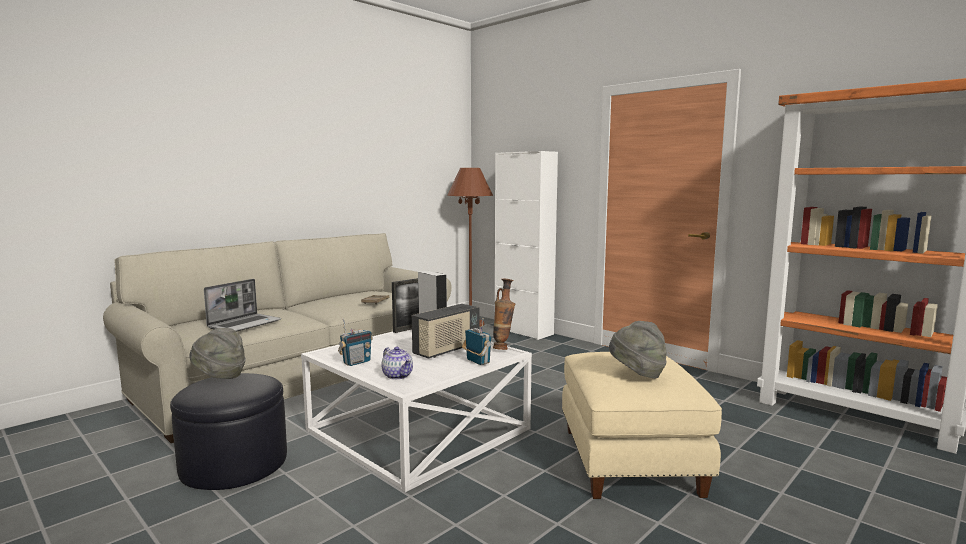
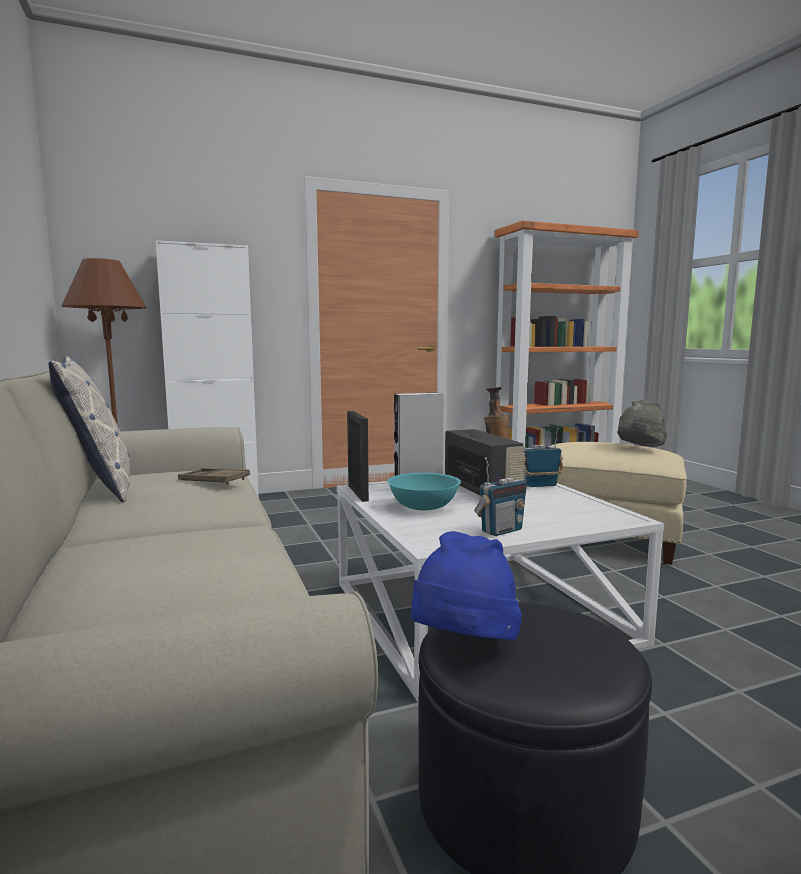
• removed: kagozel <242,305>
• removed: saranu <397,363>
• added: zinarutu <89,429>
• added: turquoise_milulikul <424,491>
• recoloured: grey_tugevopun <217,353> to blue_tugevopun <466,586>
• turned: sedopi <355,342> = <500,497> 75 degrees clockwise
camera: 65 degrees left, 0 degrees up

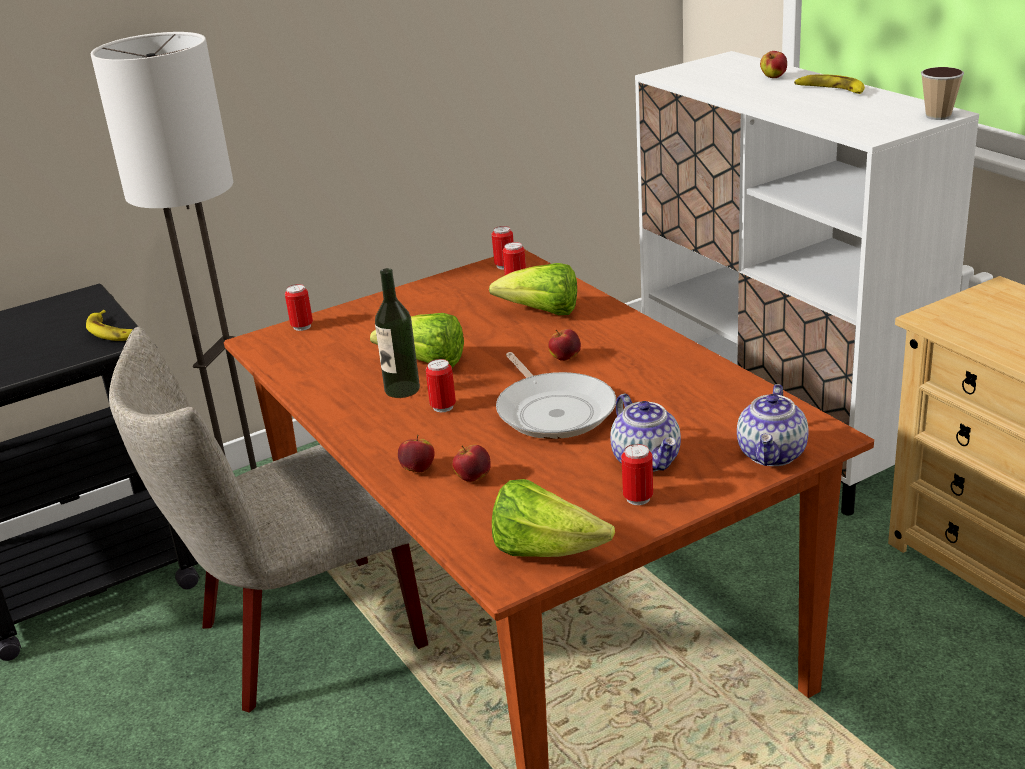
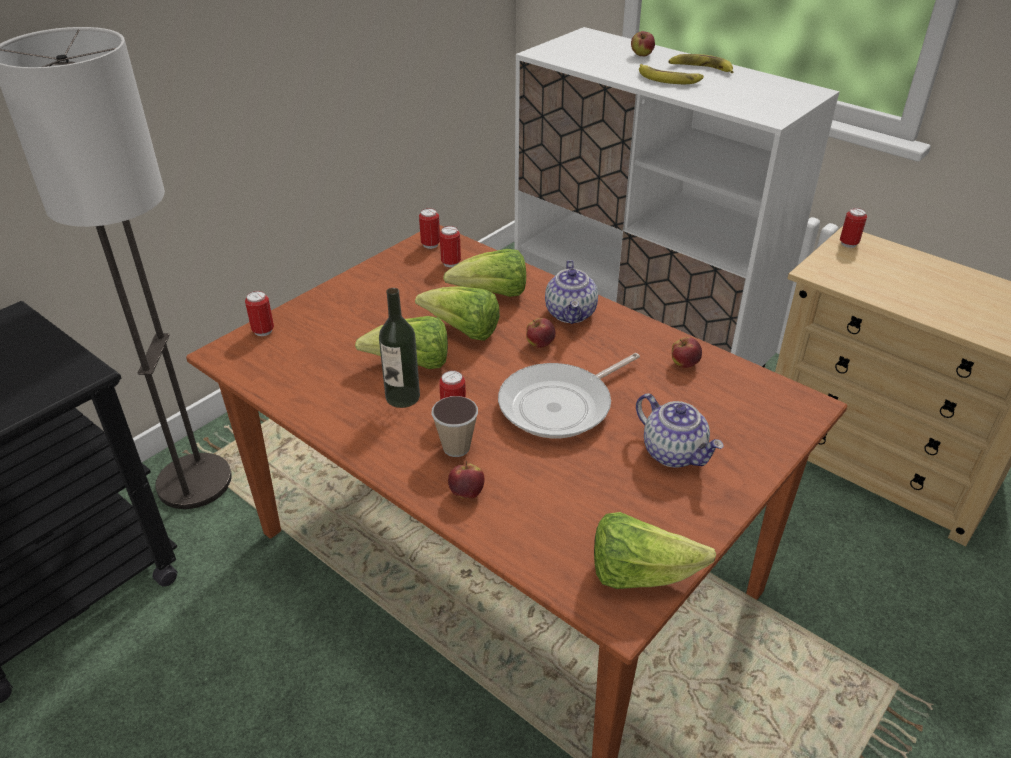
• removed: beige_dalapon <268,520>
• added: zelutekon <457,313>
• moved: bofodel <109,325> to <671,74>
• moved: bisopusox <471,463> to <687,352>
• moved: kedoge <637,474> to <853,228>
• moved: saranu <773,425> to <571,292>
• moved: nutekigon <942,93> to <454,426>
• turned: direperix <556,395> = <569,395> 90 degrees clockwise
camera: 20 degrees left, 10 degrees up

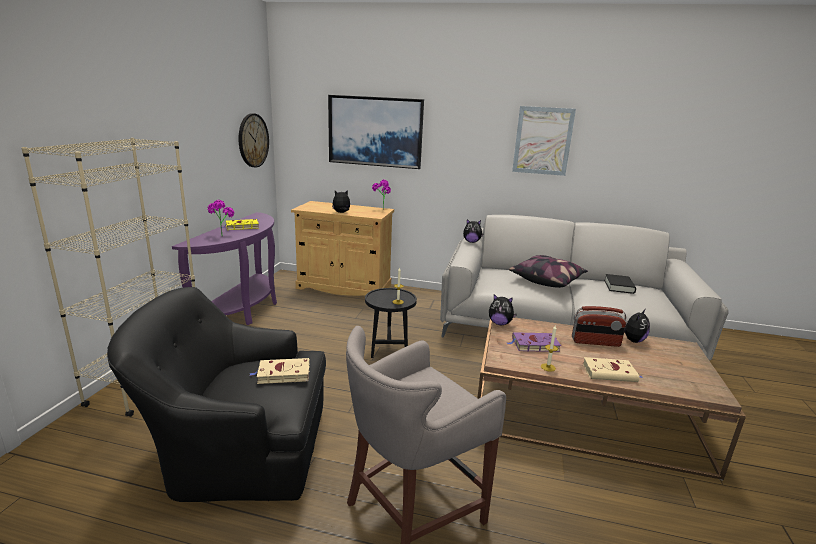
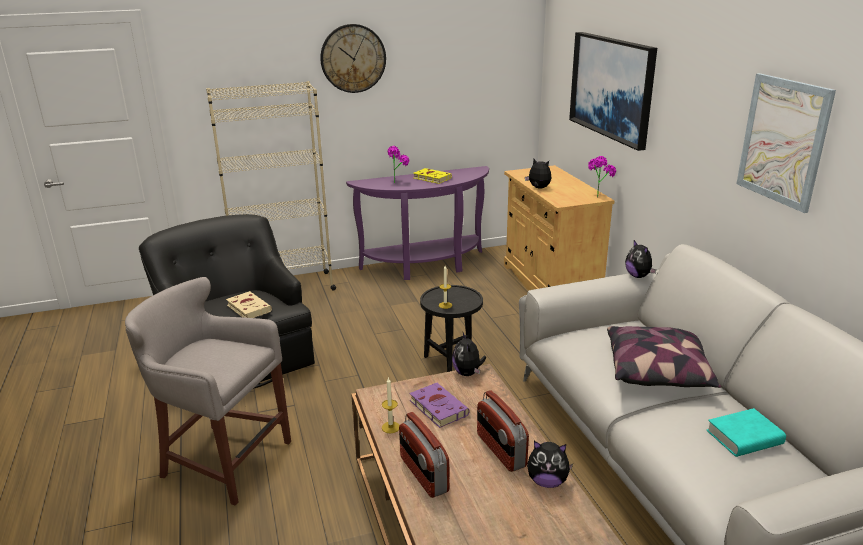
• moved: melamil <254,140> to <353,58>
• replaced: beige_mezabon <613,369> to sedopi <424,455>
• recoloured: black_mezabon <620,284> to turquoise_mezabon <746,432>
camera: 60 degrees right, 5 degrees up

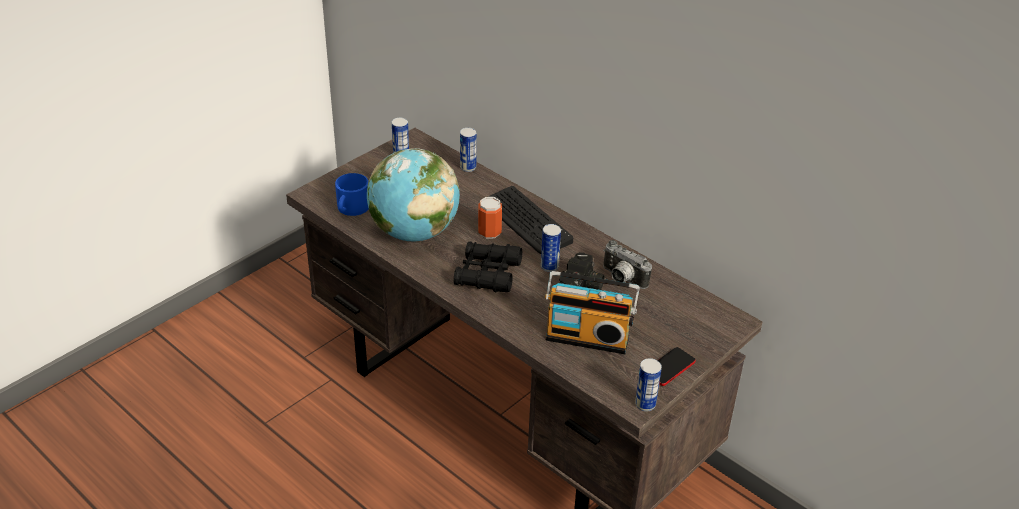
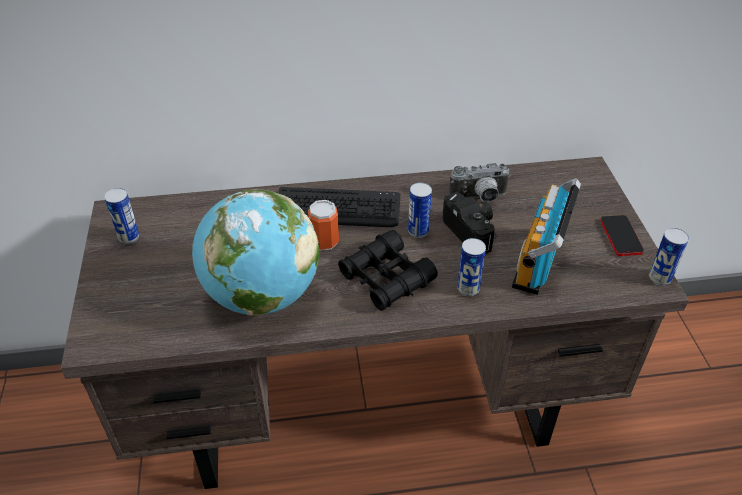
• removed: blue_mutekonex <352,194>
• moved: kedoge <468,150> to <471,267>
• turned: sedopi <592,312> = <546,236> 150 degrees clockwise
camera: 50 degrees left, 5 degrees up

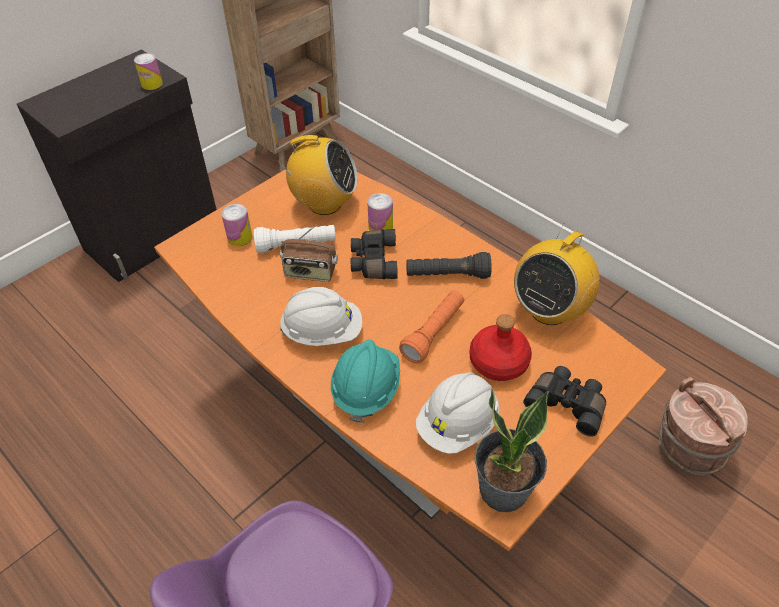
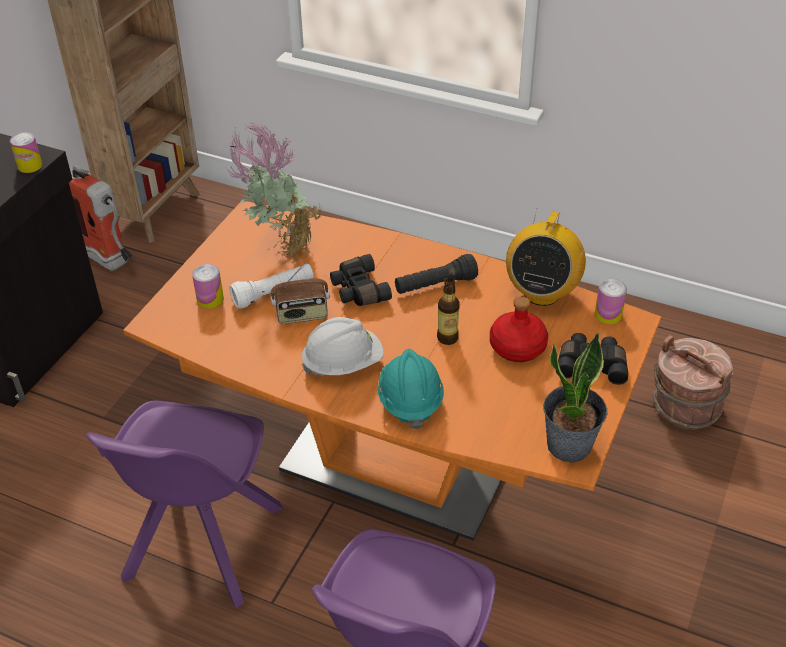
• removed: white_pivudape <457,413>
• added: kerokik <101,218>
• added: purple_dalapon <184,504>
• moved: kedoge <380,212> to <611,301>
• replaced: sedopi <317,175> to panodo <273,193>
• replaced: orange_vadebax <431,326> to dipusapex <448,311>
camera: 20 degrees left, 5 degrees down

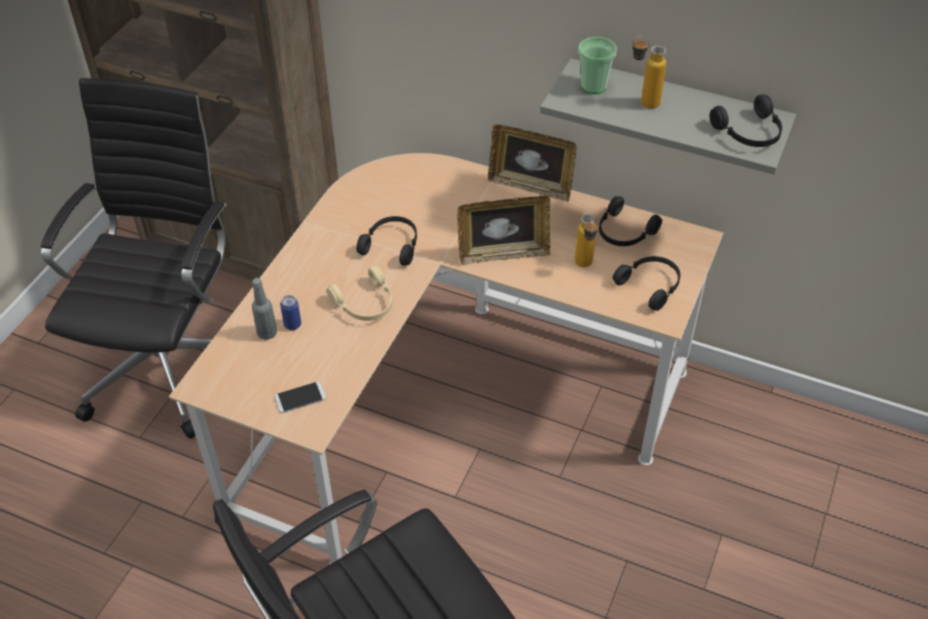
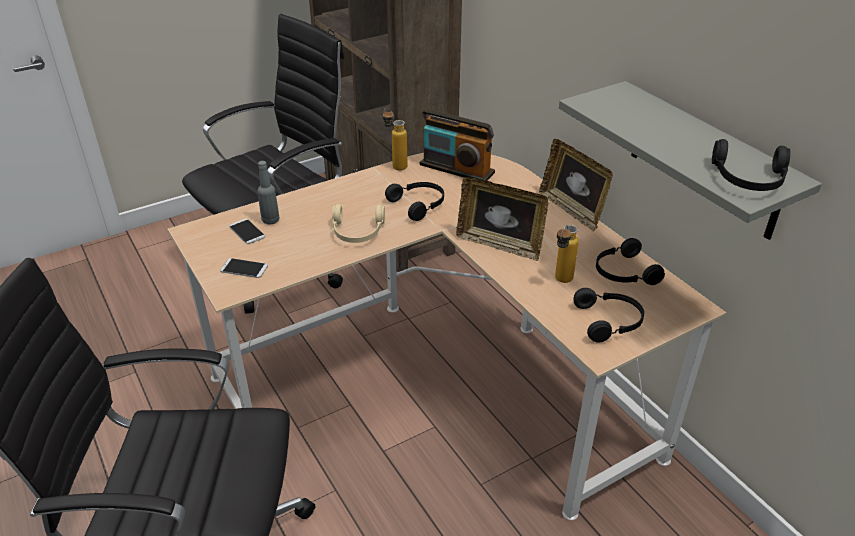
• removed: kedoge <290,312>
• removed: nutekigon <597,65>
• added: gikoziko <247,231>
• added: sedopi <457,145>
• moved: dipusapex <649,72> to <395,139>
camera: 35 degrees right, 10 degrees down

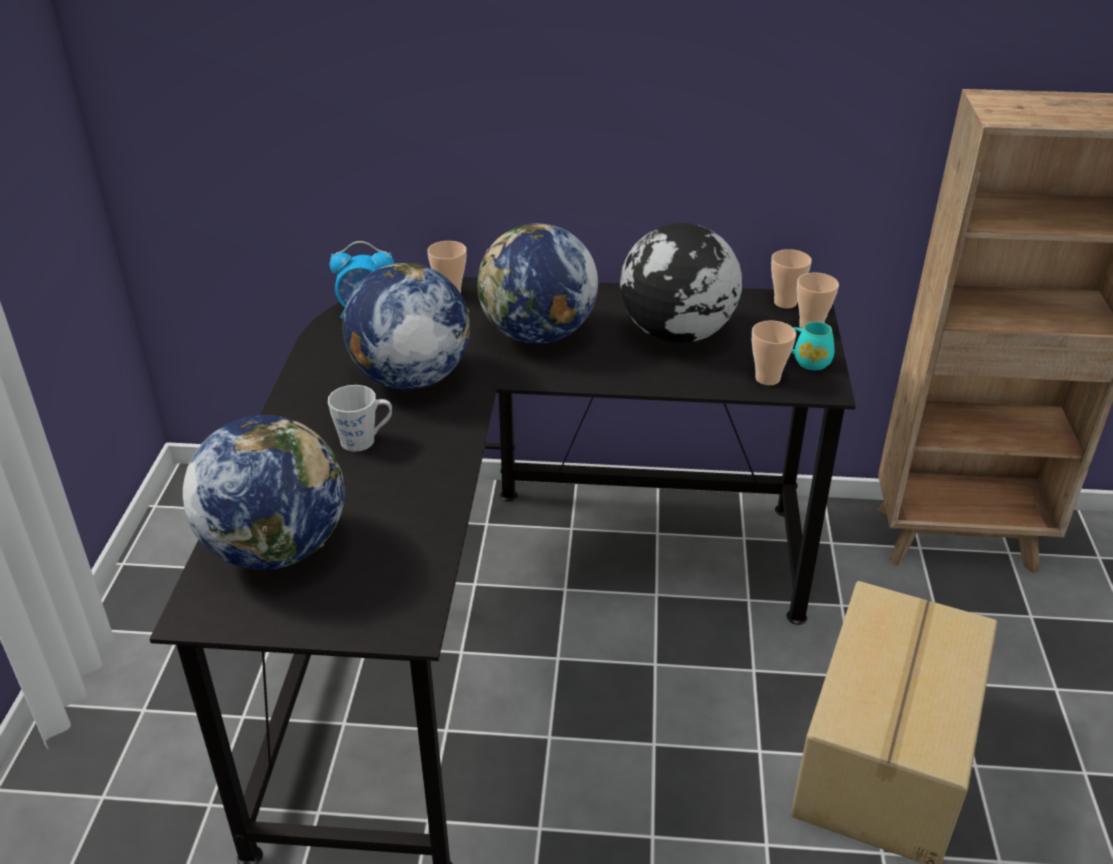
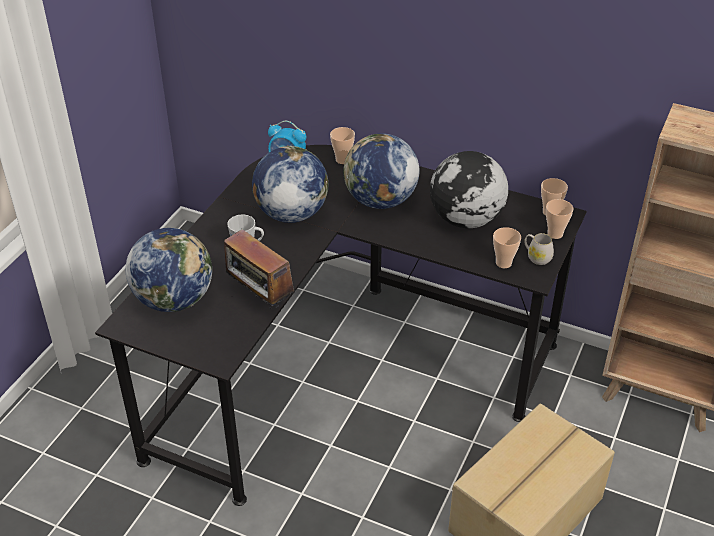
• added: sedopi <259,269>
• recoloured: turquoise_mutekonex <813,345> to white_mutekonex <539,249>
camera: 20 degrees right, 5 degrees up

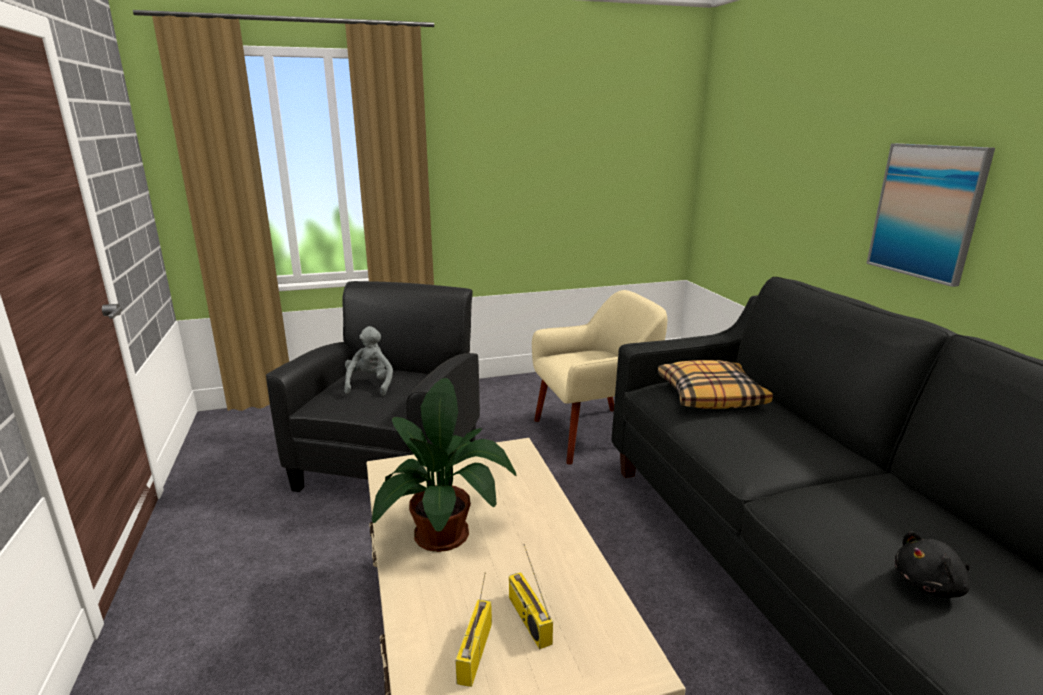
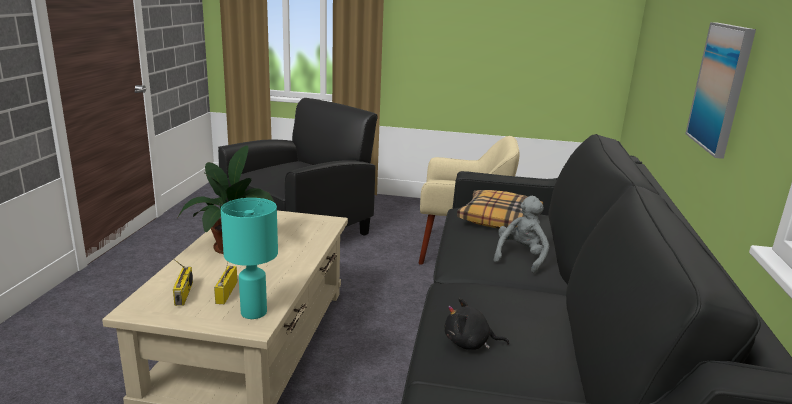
• added: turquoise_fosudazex <249,258>
• moved: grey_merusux <368,361> to <521,234>
• turned: sedopi <473,630> = <183,282> 135 degrees clockwise
camera: 25 degrees right, 0 degrees up

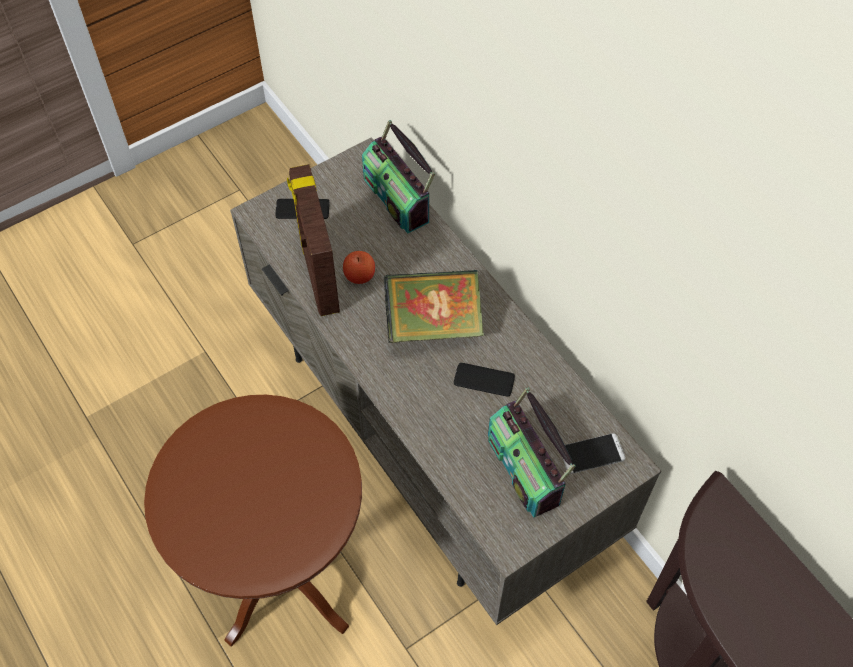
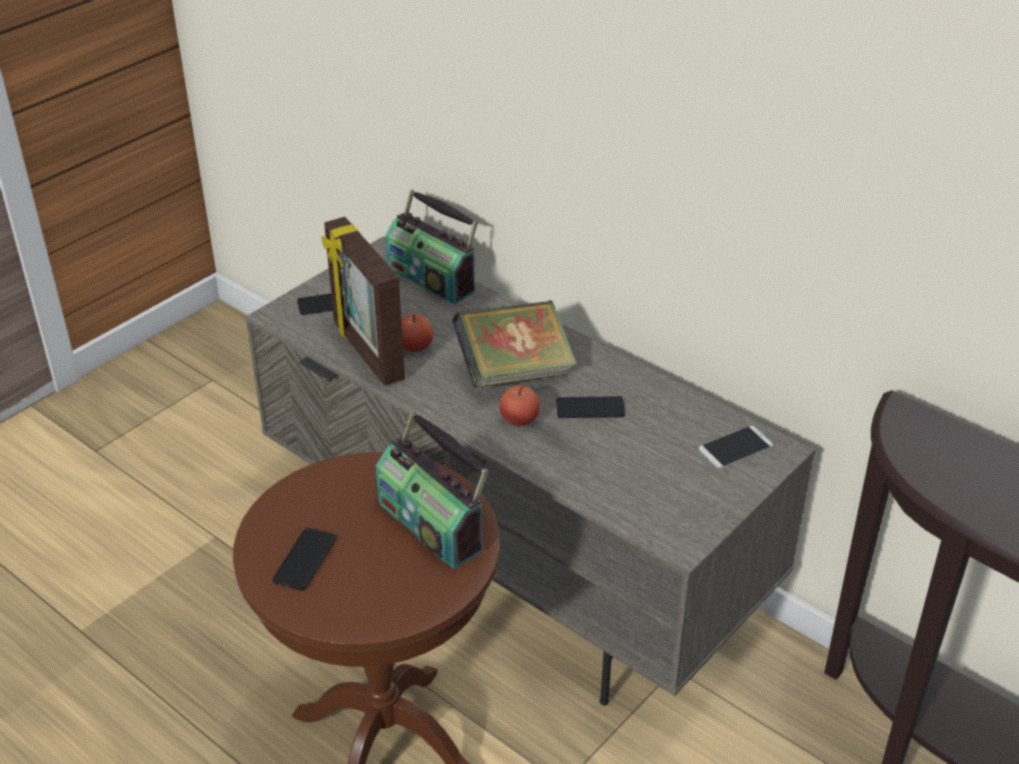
• added: gikoziko <304,559>
• added: bisopusox <519,405>
• moved: sedopi <532,452> to <432,490>
camera: 15 degrees left, 20 degrees down

